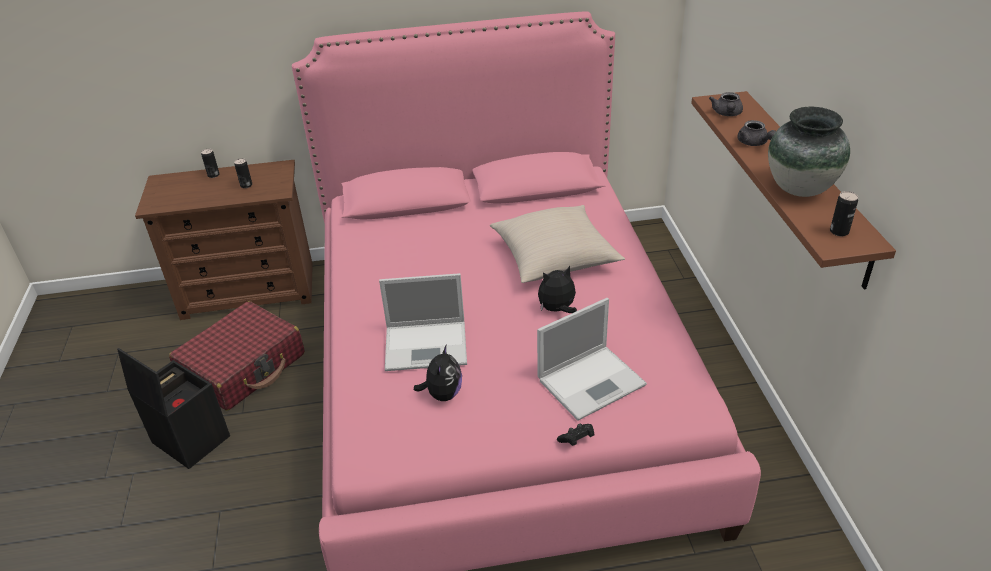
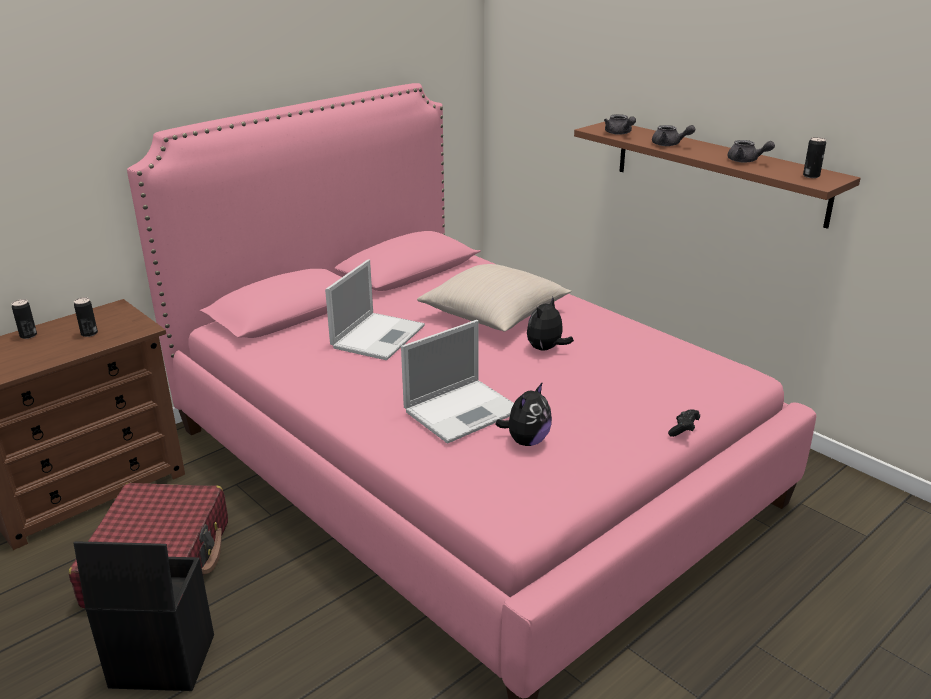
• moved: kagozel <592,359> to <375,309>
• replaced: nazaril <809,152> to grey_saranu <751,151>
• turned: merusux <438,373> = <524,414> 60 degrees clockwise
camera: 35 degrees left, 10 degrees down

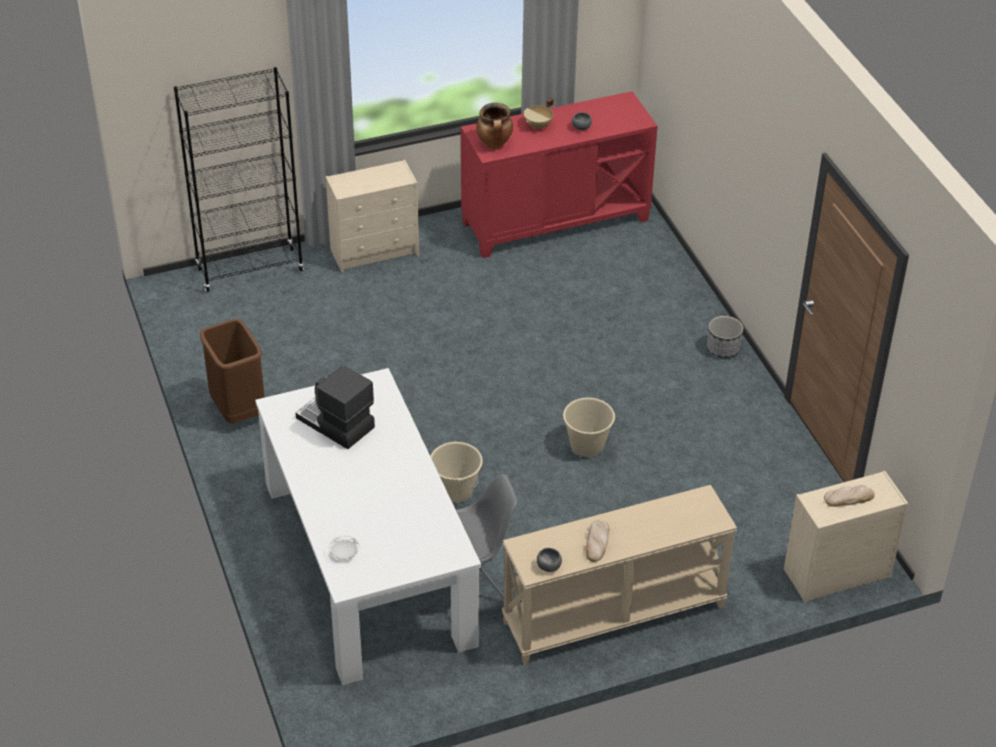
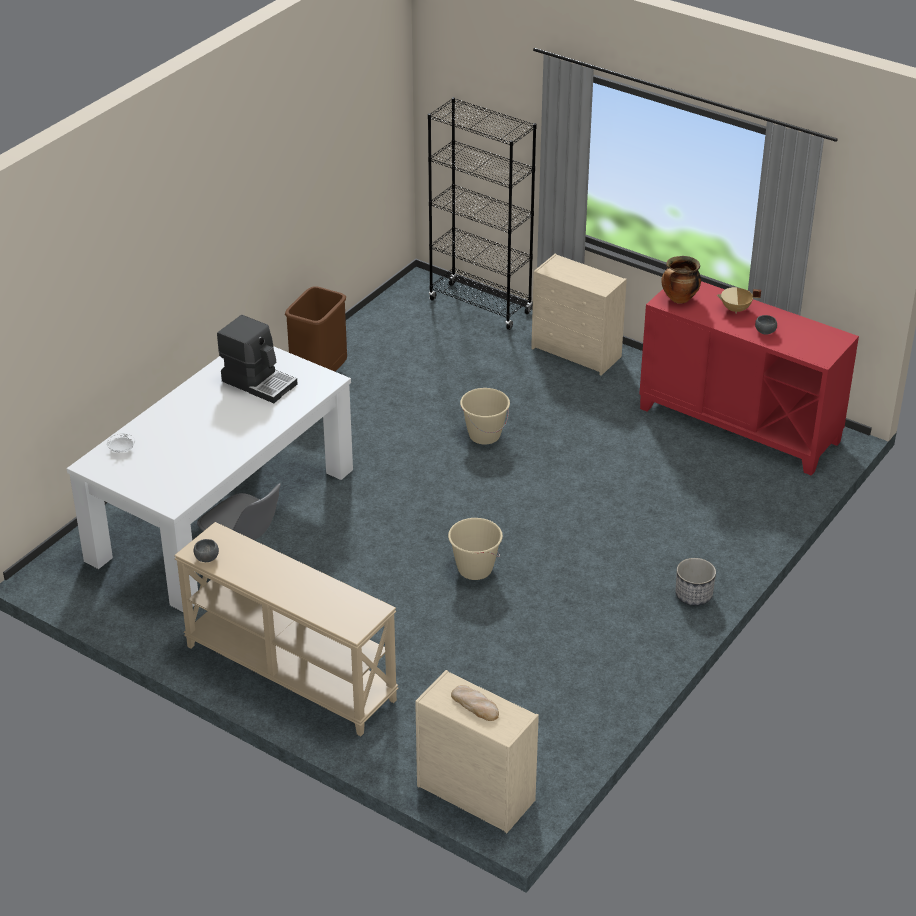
• removed: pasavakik <597,541>
• moved: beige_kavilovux <456,472> to <485,416>
• turned: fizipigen <335,407> = <257,359> 120 degrees clockwise
camera: 55 degrees right, 5 degrees down

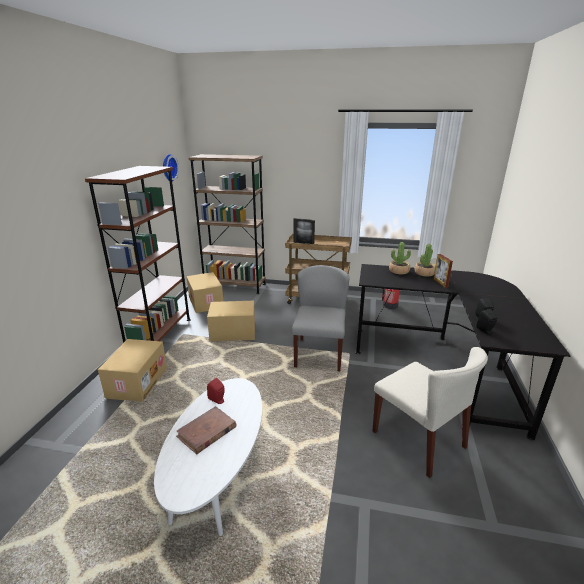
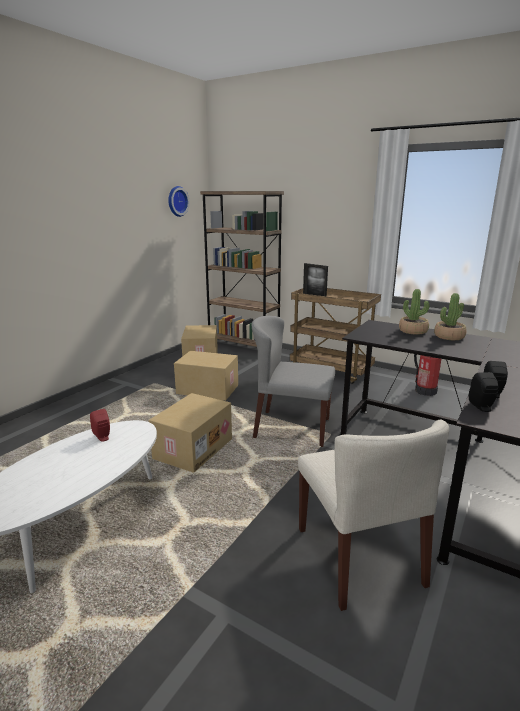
• removed: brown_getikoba <138,254>
• removed: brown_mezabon <206,430>
• removed: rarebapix <443,271>
• moved: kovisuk <132,370> to <190,433>
• turned: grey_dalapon <320,318> = <293,381> 105 degrees counterclockwise
camera: 20 degrees right, 5 degrees down

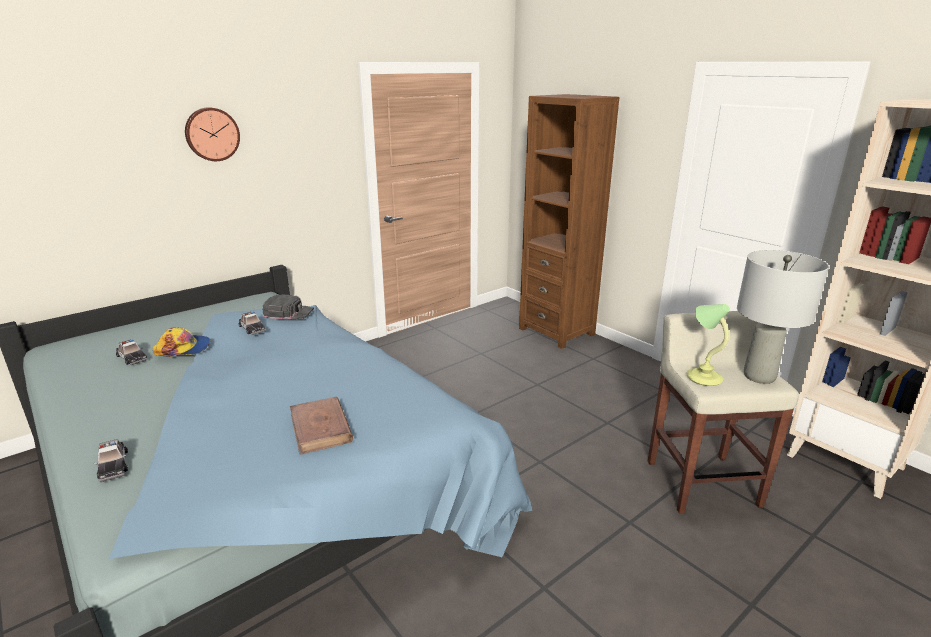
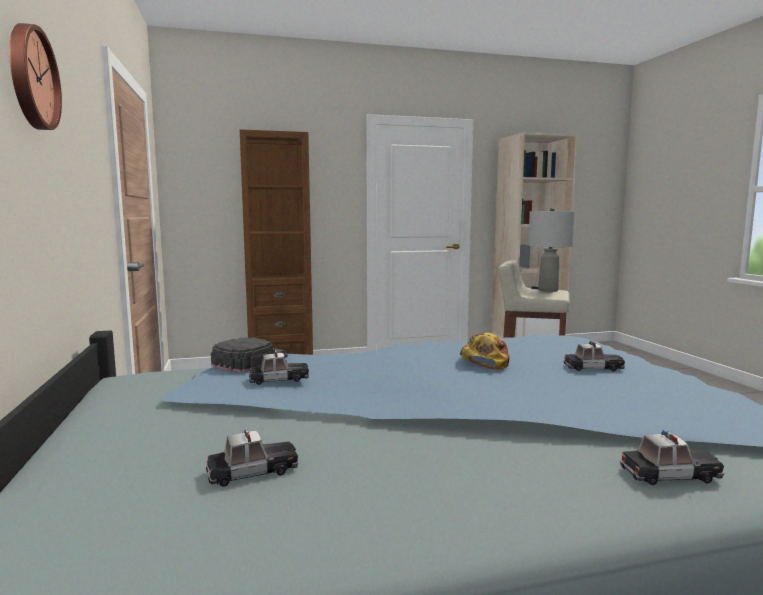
• removed: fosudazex <708,345>
• moved: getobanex <181,342> to <485,351>
• replaced: brown_mezabon <321,426> to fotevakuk <594,356>
camera: 65 degrees left, 15 degrees down

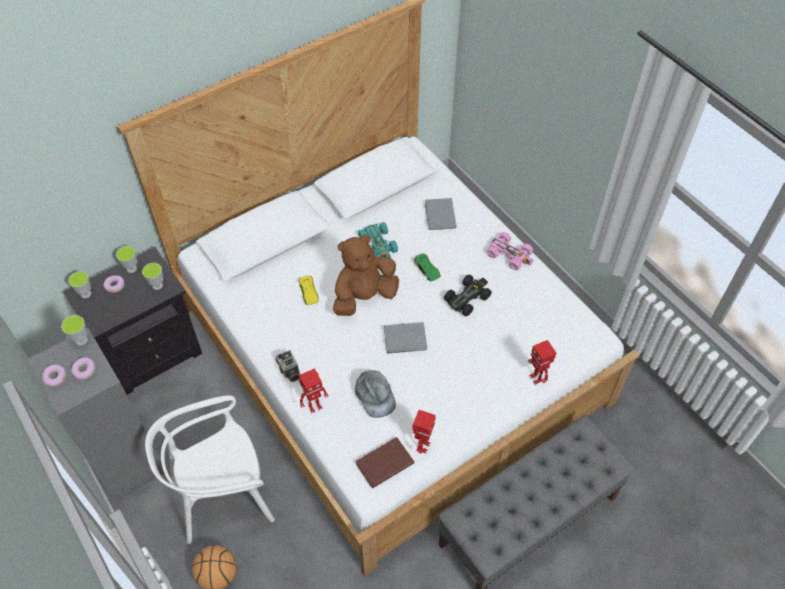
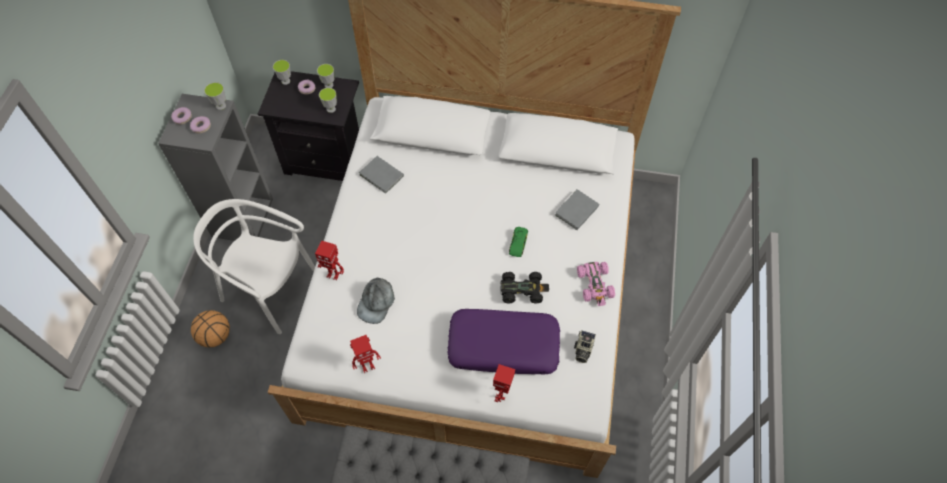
• removed: yellow_fotevakuk <309,290>
• removed: brown_merusux <366,275>
• removed: brown_mezabon <385,463>
• removed: turquoise_fotevakuk <378,240>
• added: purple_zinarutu <503,341>
• moved: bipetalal <287,366> to <585,347>
• moved: grey_mezabon <405,338> to <381,175>
camera: 45 degrees right, 5 degrees up

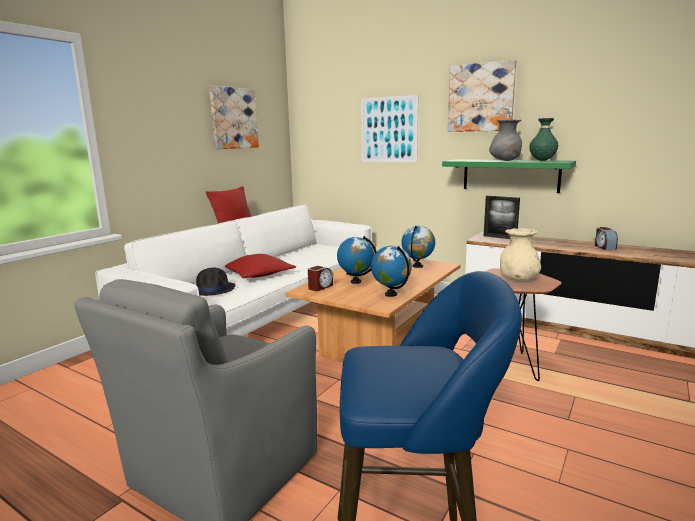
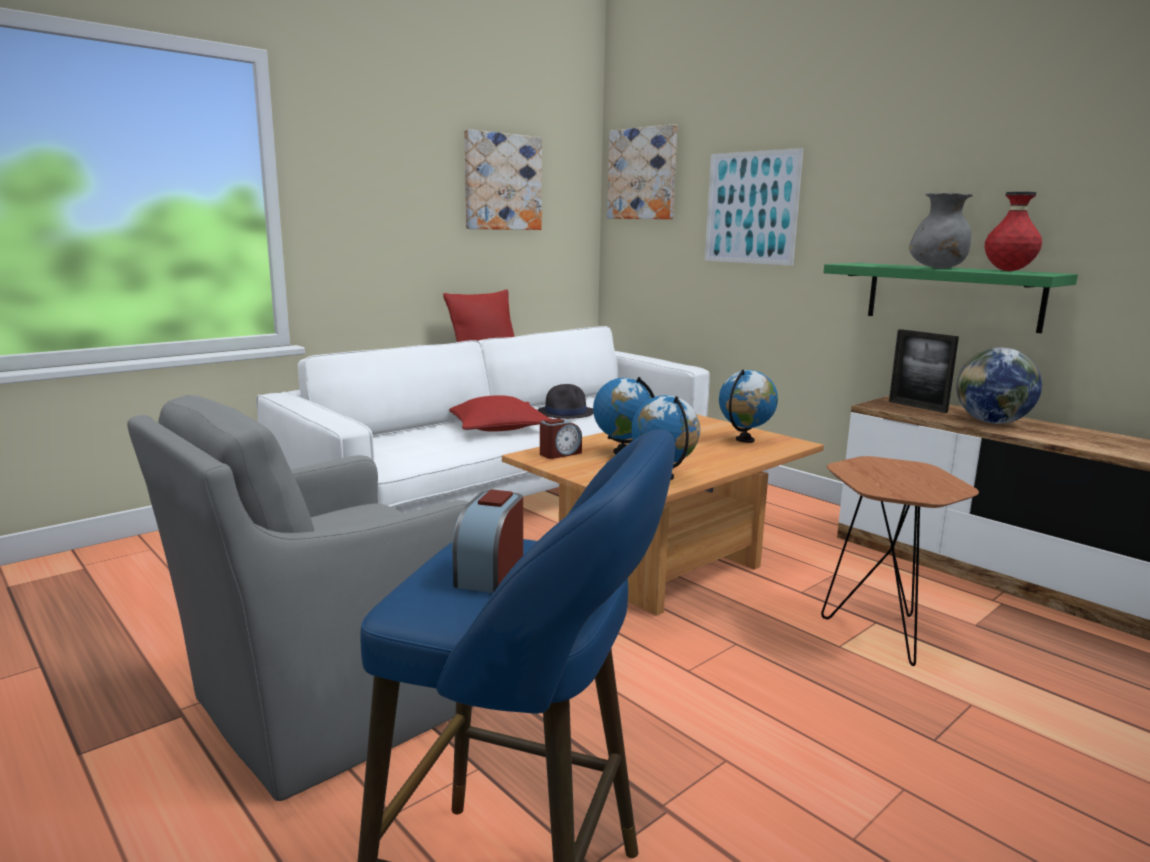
• removed: beige_nazaril <520,254>
• added: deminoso <999,386>
• moved: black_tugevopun <215,282> to <566,401>
• moved: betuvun <482,96> to <642,171>
• moved: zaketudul <606,238> to <487,541>
• recoloured: green_nazaril <543,139> to red_nazaril <1013,231>
camera: 15 degrees right, 0 degrees up

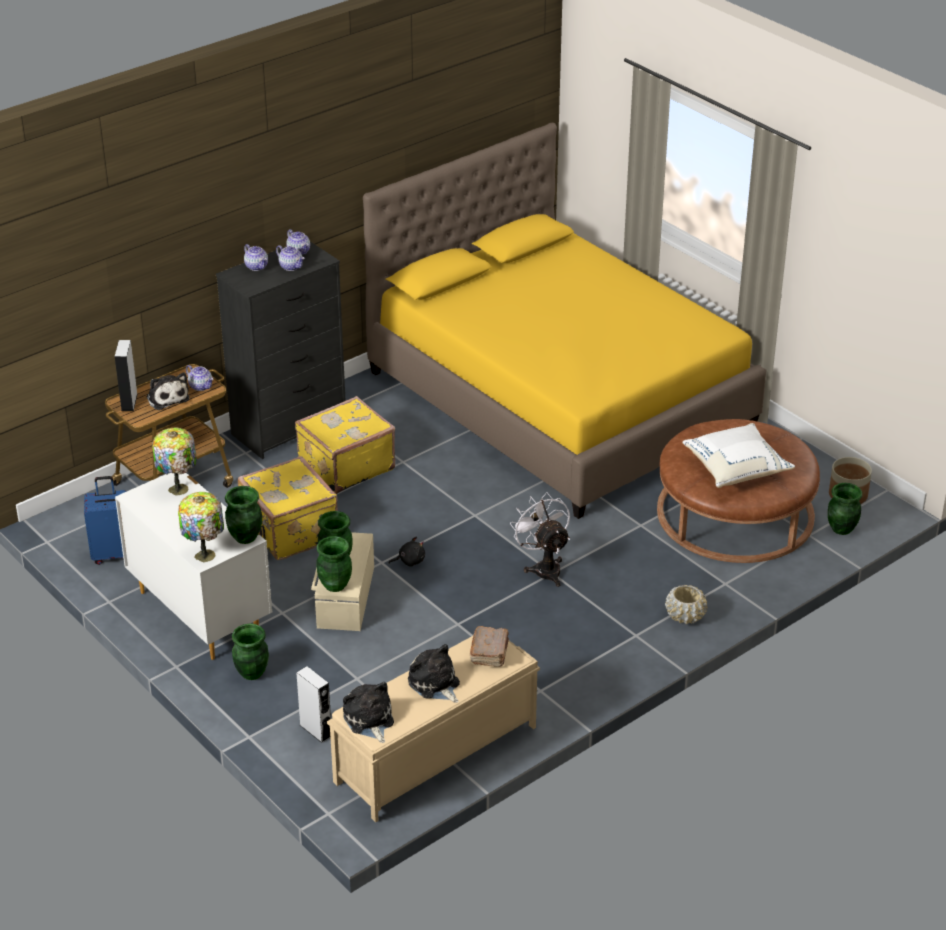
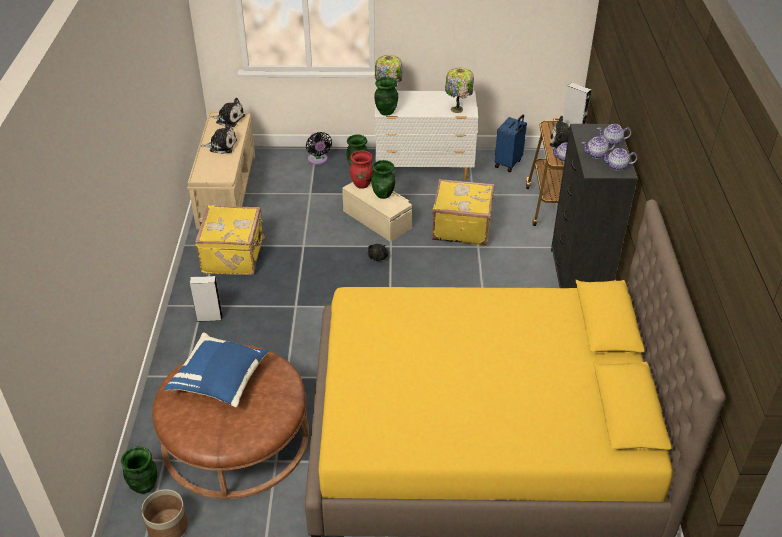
• removed: brown_mezabon <489,646>
• removed: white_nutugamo <540,539>
• removed: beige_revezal <686,604>
• added: black_nutugamo <319,148>
• moved: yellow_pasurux <345,445> to <230,240>
• moved: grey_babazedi <313,704> to <206,299>
• recoloured: green_nazaril <334,564> to red_nazaril <362,169>
• recoloured: white_zinarutu <738,455> to blue_zinarutu <216,369>
camera: 130 degrees right, 5 degrees up

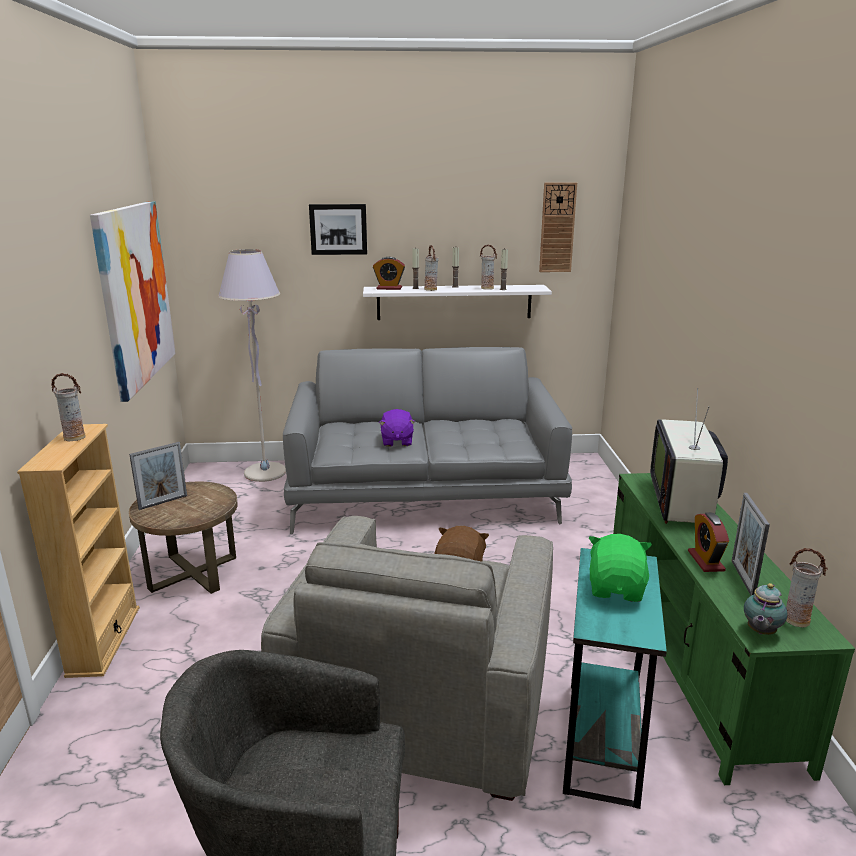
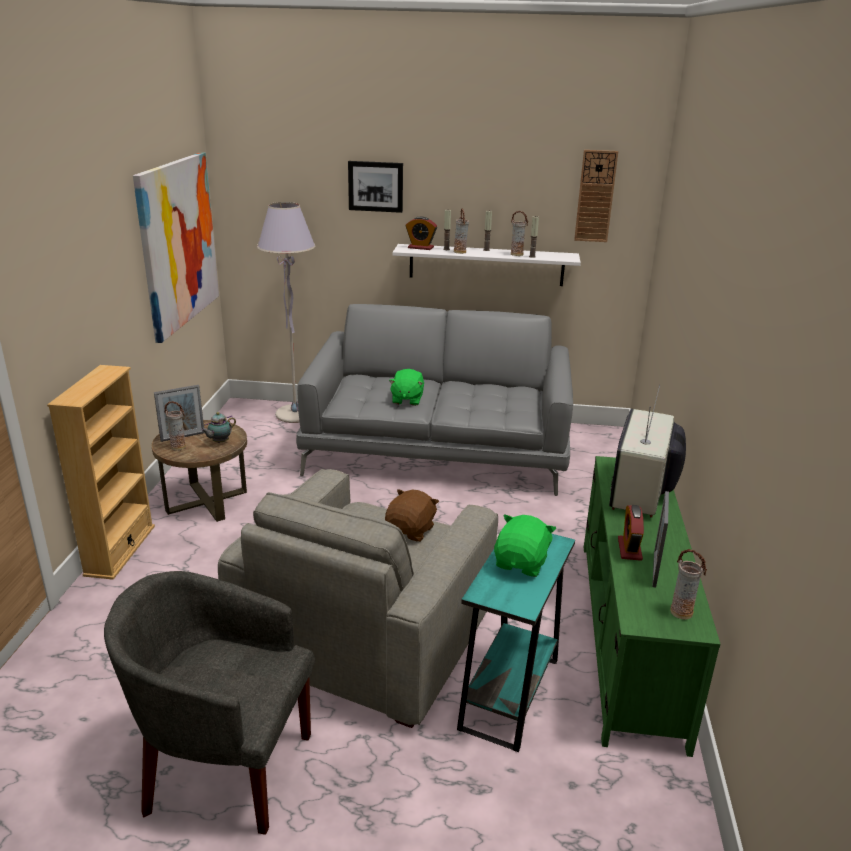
• moved: nazaril <68,407> to <175,426>
• moved: saranu <766,609> to <218,427>
• recoloured: purple_merusux <397,428> to green_merusux <406,387>
camera: 10 degrees right, 5 degrees up

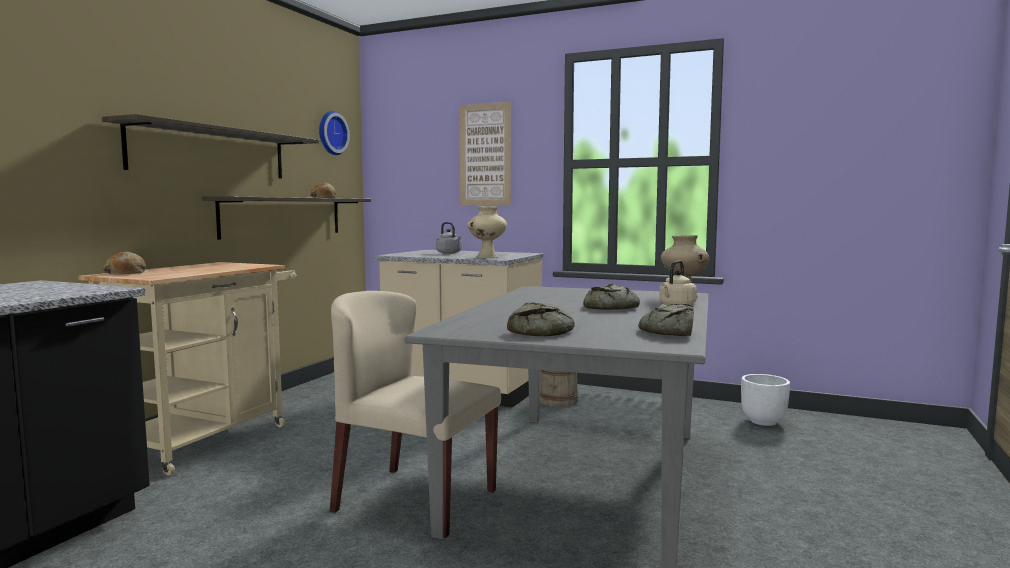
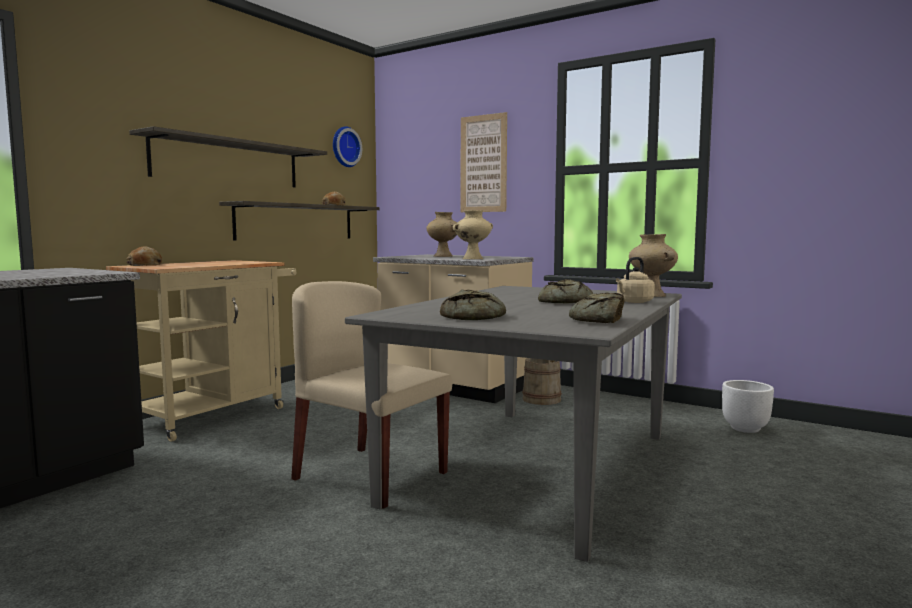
• replaced: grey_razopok <448,238> to beige_nazaril <441,234>
camera: 10 degrees right, 0 degrees up

